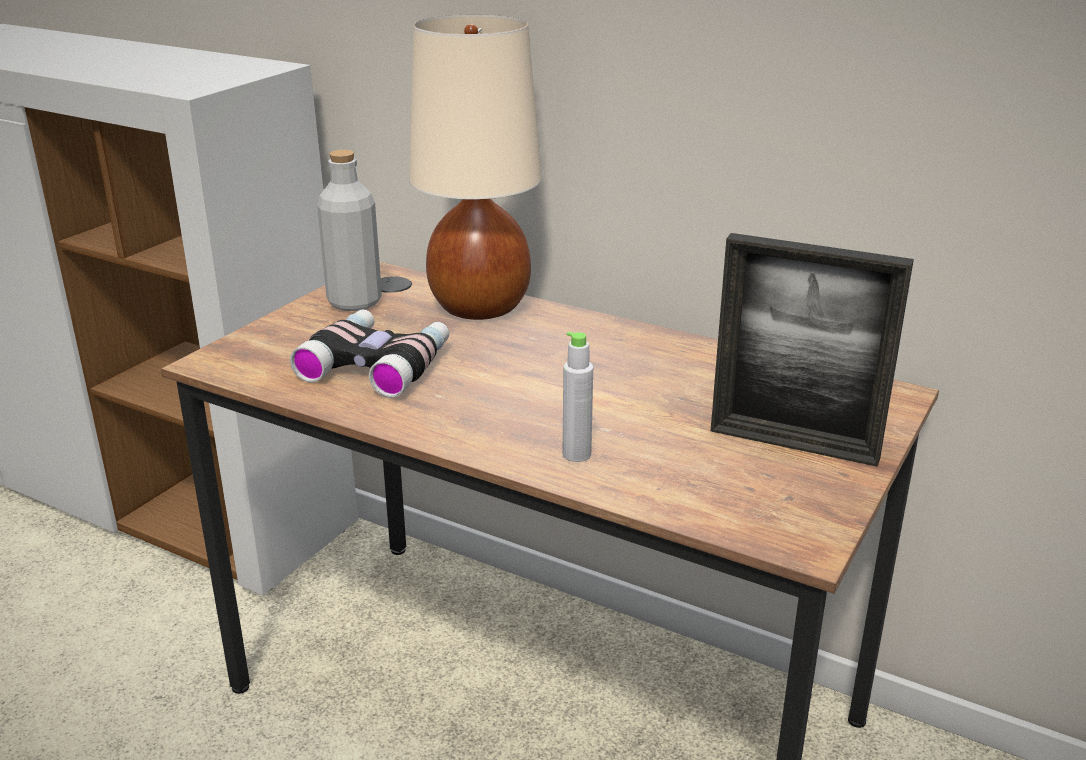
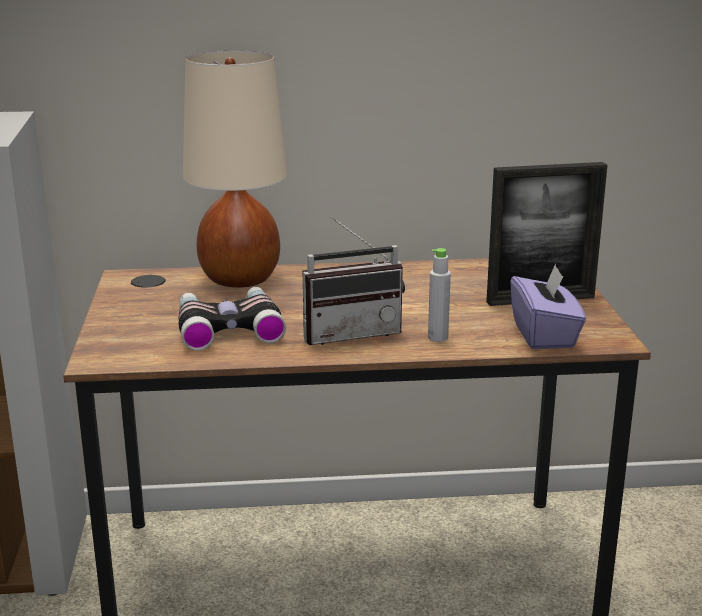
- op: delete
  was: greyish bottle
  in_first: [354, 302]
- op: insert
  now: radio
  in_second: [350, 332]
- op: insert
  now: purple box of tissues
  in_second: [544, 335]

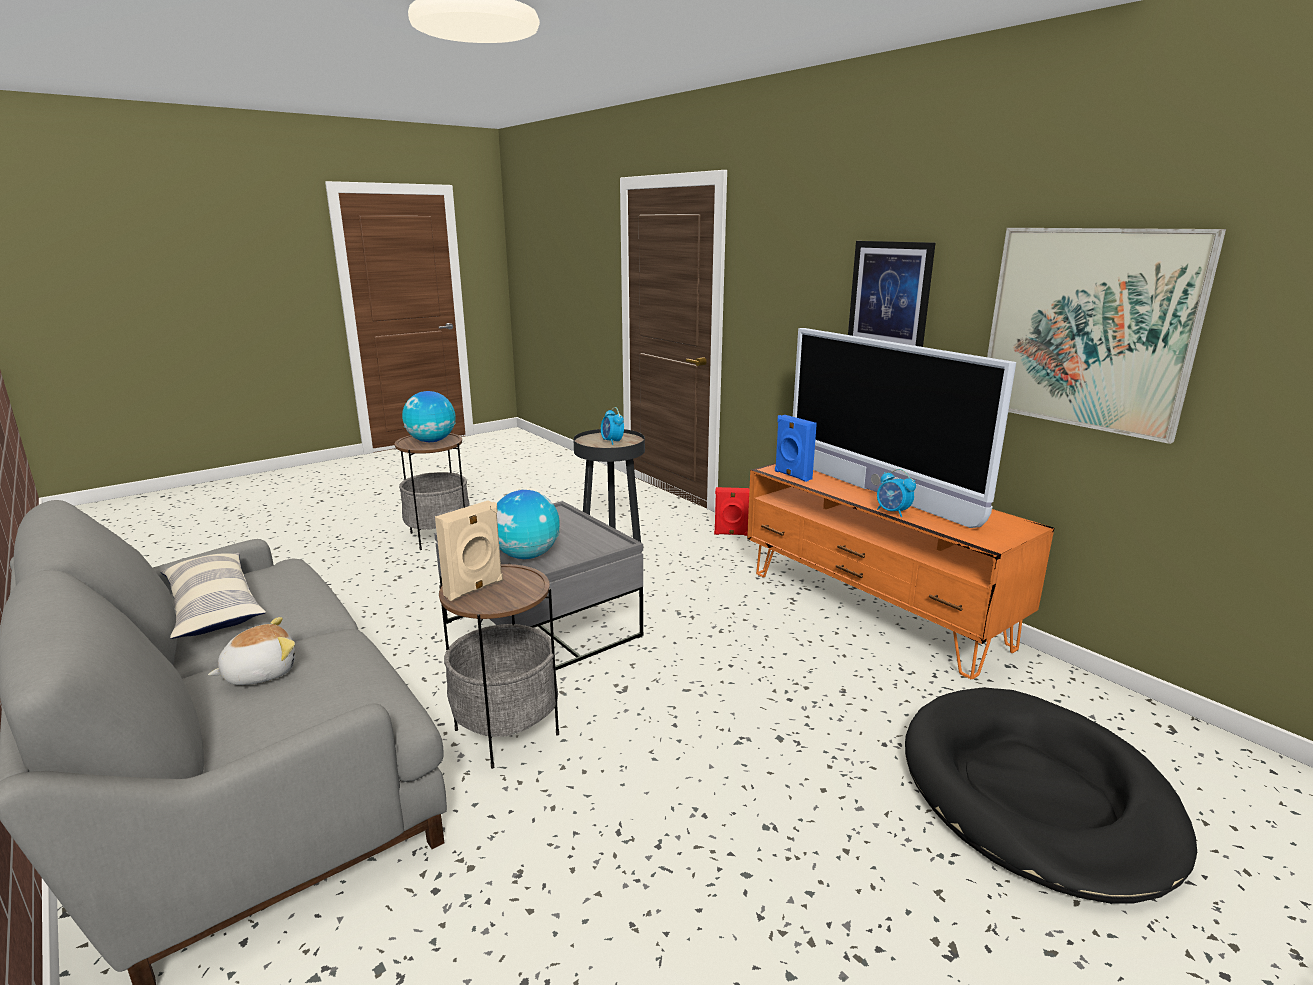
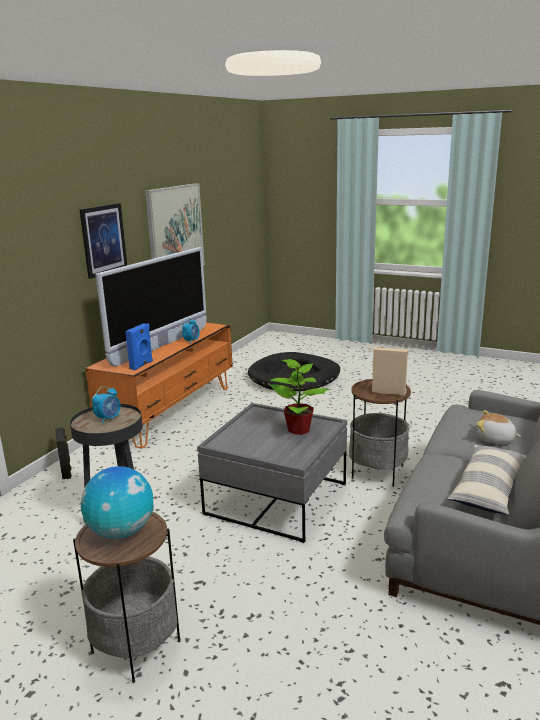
- op: replace
  was: globe
  now: plant in a pot
  in_first: [527, 555]
  in_second: [299, 430]
- op: recolor
  was: red speaker
  now: black-coloured speaker
  in_first: [731, 534]
  in_second: [66, 471]

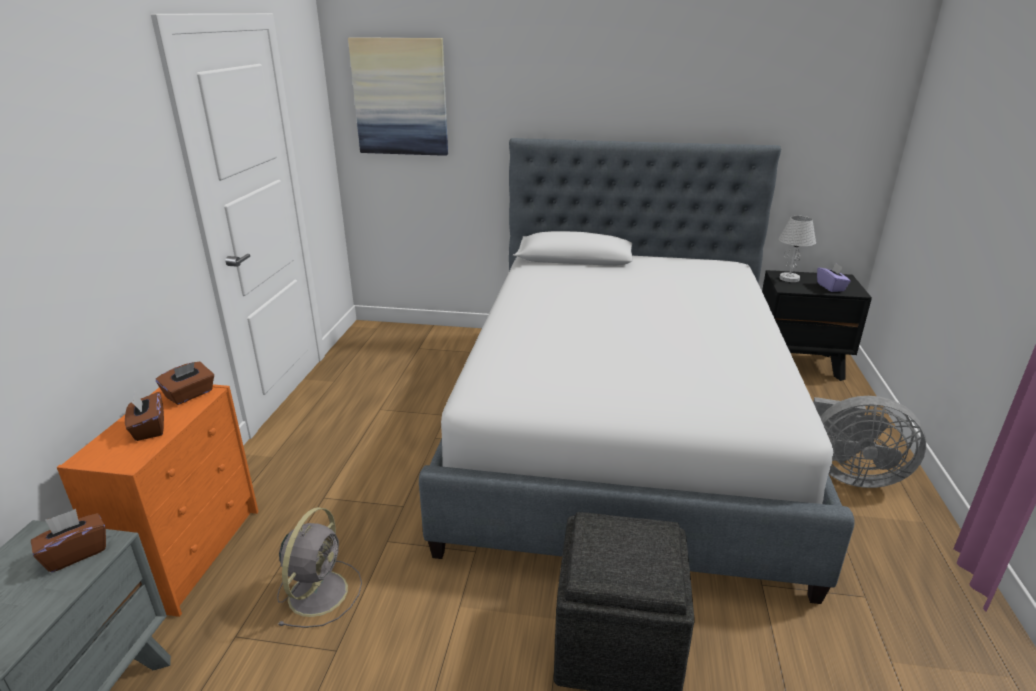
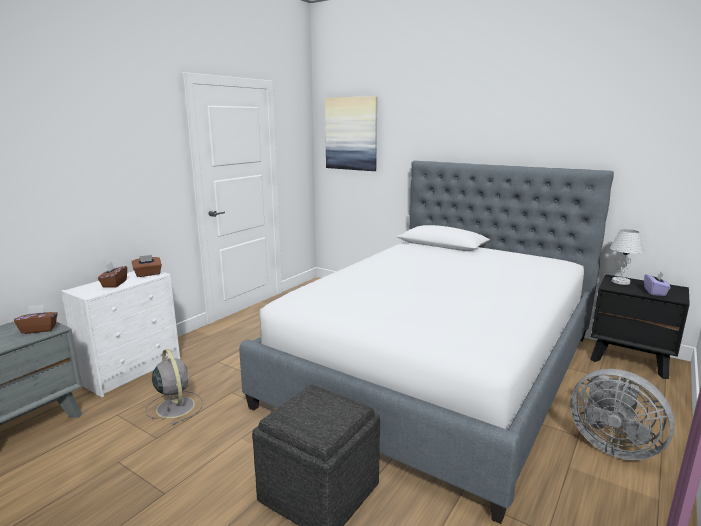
- op: recolor
  was: orange-coloured dresser
  now: white dresser
  in_first: [192, 553]
  in_second: [133, 370]
- op: rotate
  was: greyish electric fan
  in_first: [319, 591]
  in_second: [175, 406]
  clockwise: -75

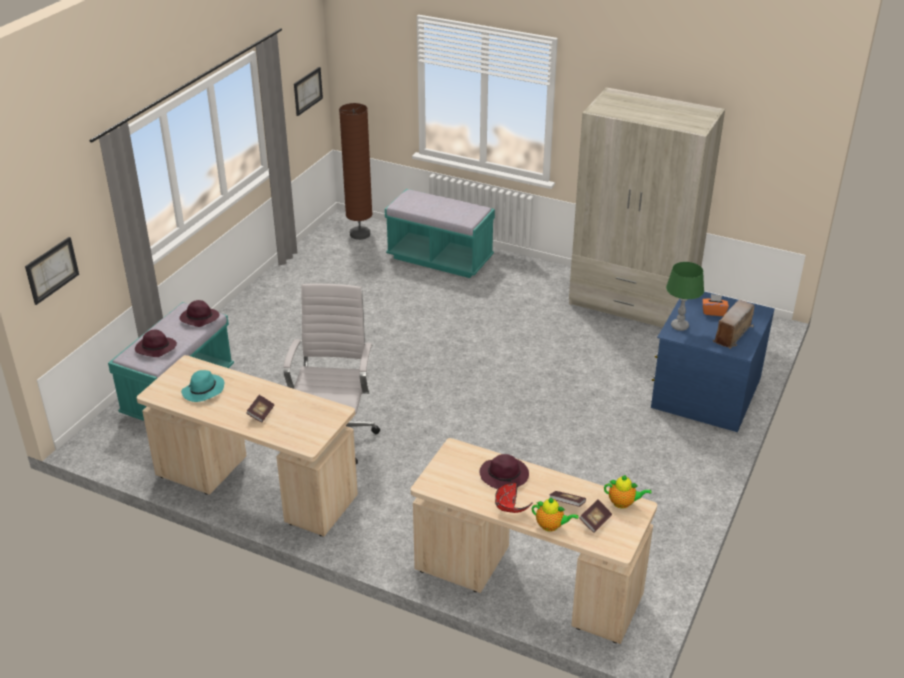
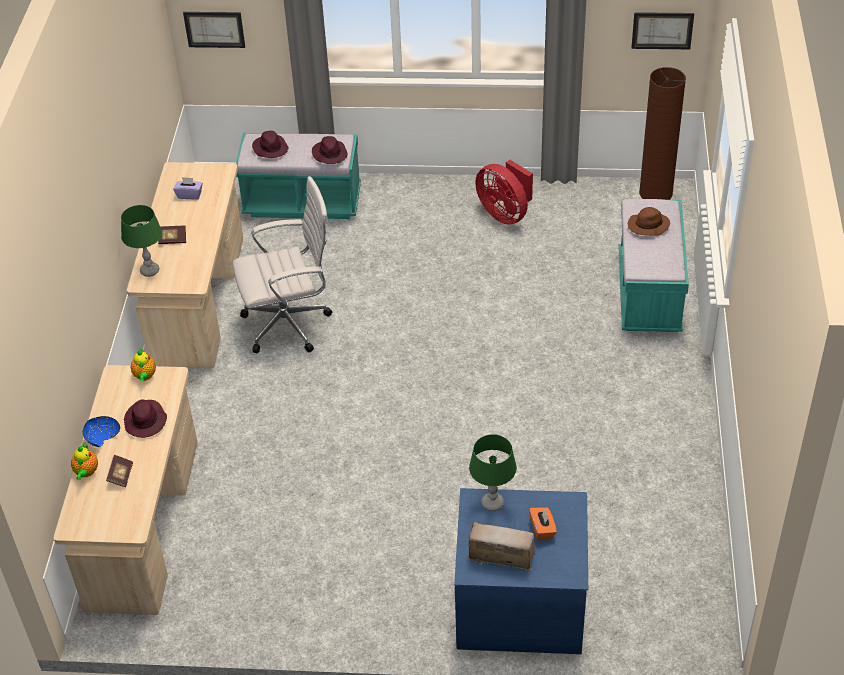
- op: replace
  was: turquoise clothing hat
  now: purple box of tissues
  in_first: [203, 391]
  in_second: [189, 195]
- op: recolor
  was: red deep dish
  now: bluish deep dish
  in_first: [510, 509]
  in_second: [101, 438]
- op: delete
  was: sand-coloured wardrobe
  in_first: [632, 303]
- op: delete
  was: book
  in_first: [595, 521]
- op: move
  was: tea pot
  in_first: [623, 503]
  in_second: [145, 376]
- op: insert
  now: green tabletop lamp
  in_second: [150, 270]
- op: insert
  now: red electric fan
  in_second: [505, 213]
- op: insert
  now: brownish clothing hat
  in_second: [647, 226]

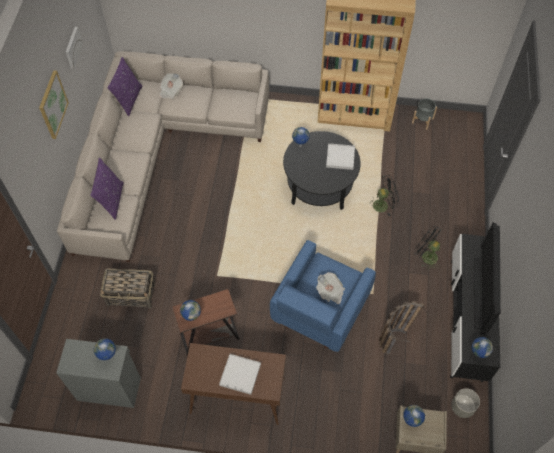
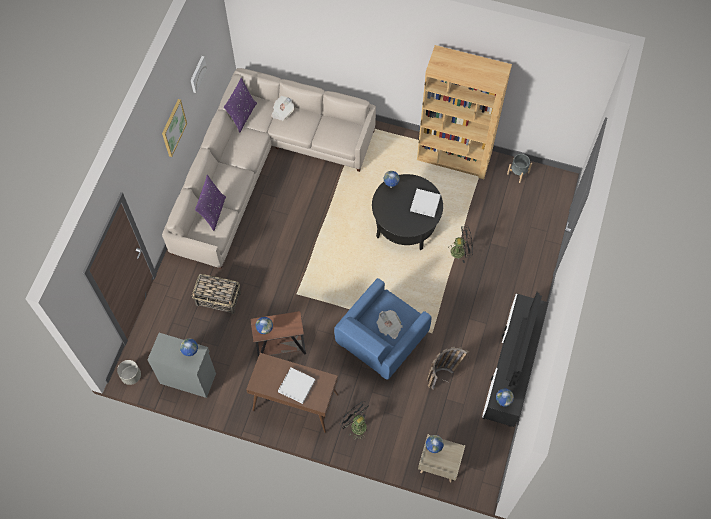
- op: move
  was: black-coloured electric fan
  in_first: [426, 256]
  in_second: [355, 425]
- op: move
  was: greyish plant pot
  in_first: [462, 407]
  in_second: [131, 376]

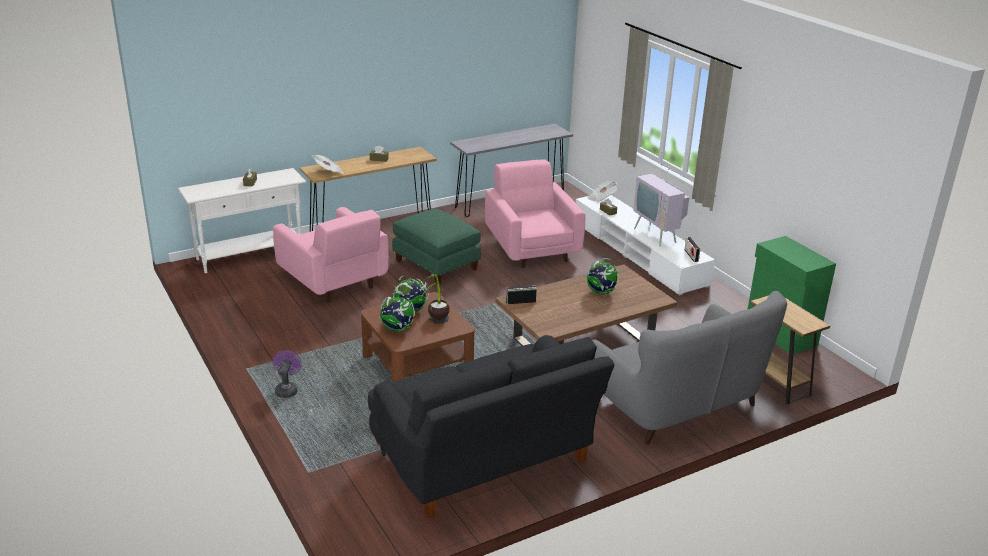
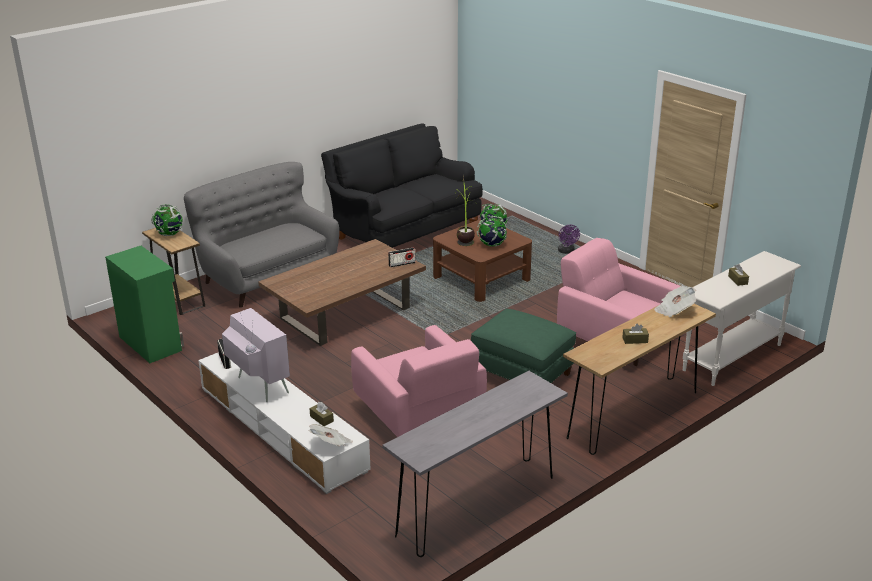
- op: move
  was: globe
  in_first: [601, 292]
  in_second: [169, 234]

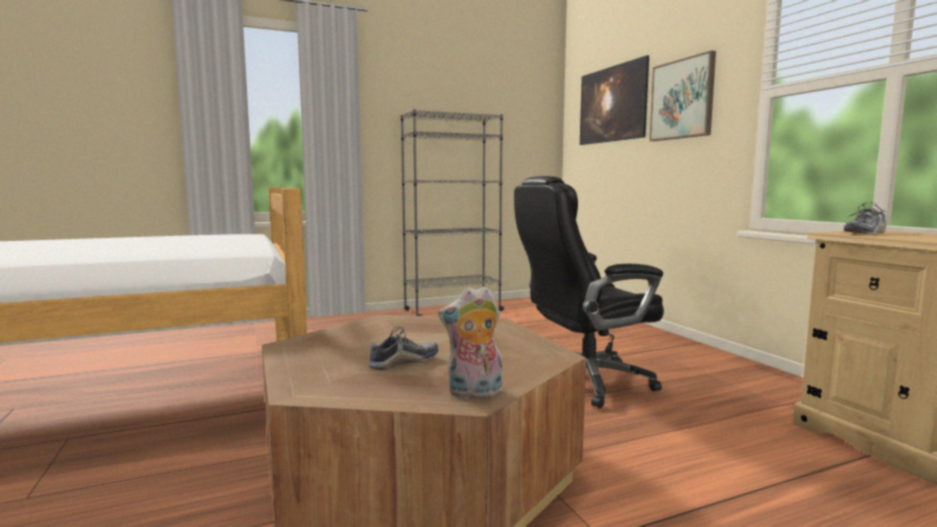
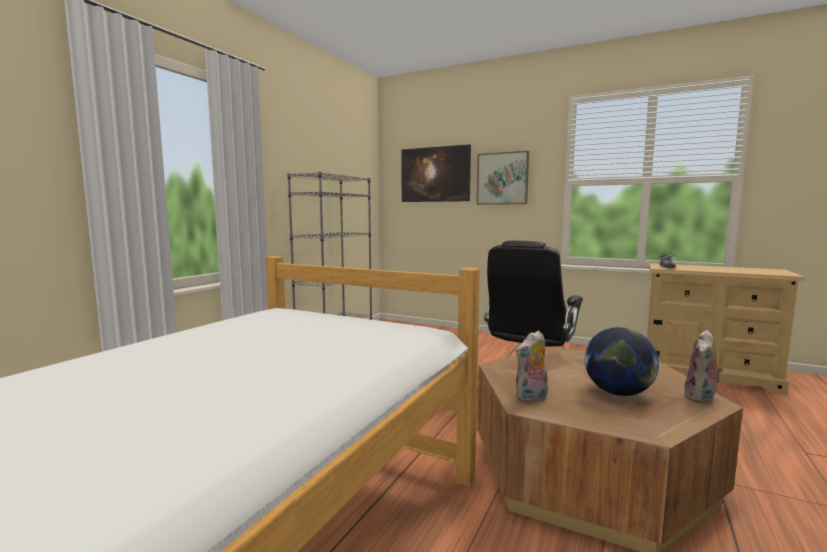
- op: replace
  was: shoe
  now: globe
  in_first: [404, 362]
  in_second: [618, 393]
- op: insert
  now: soft toy
  in_second: [532, 398]

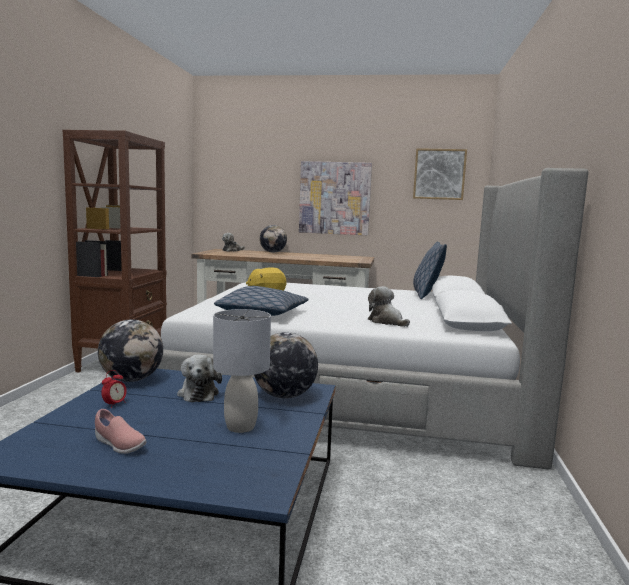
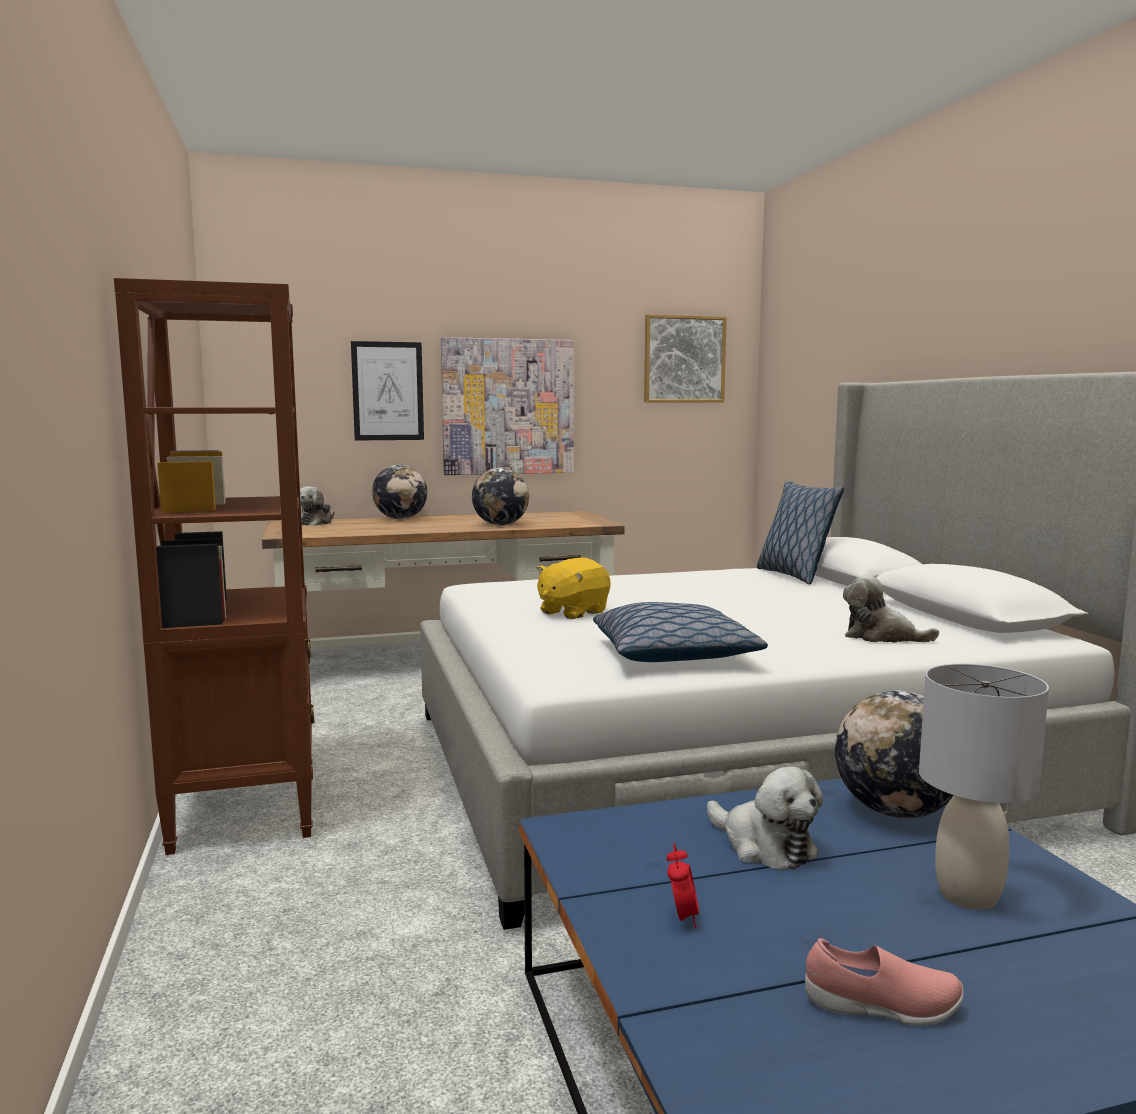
- op: move
  was: globe
  in_first: [132, 380]
  in_second: [500, 525]
- op: insert
  now: wall picture
  in_second: [388, 391]

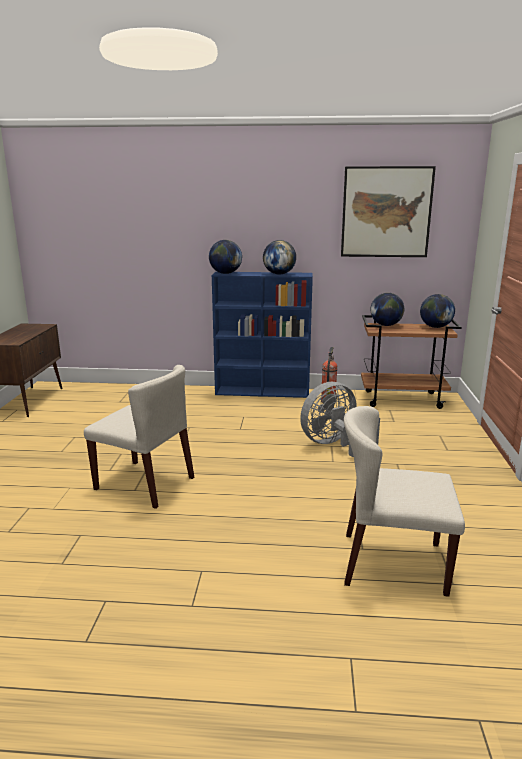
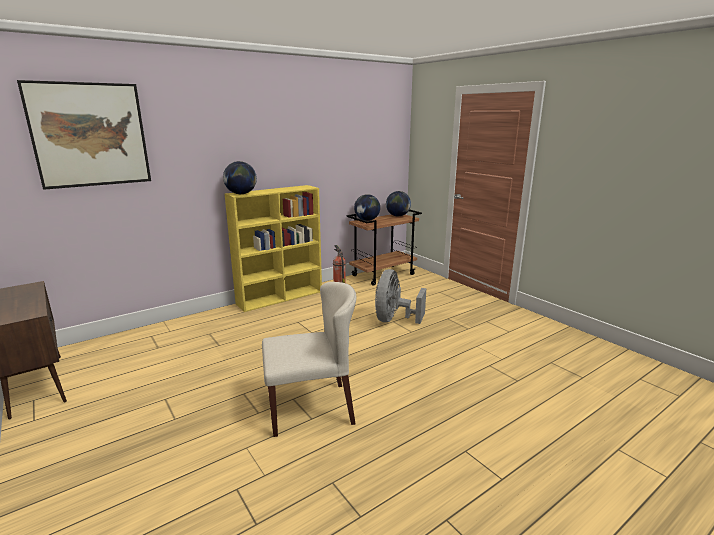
- op: recolor
  was: bluish bookshelf
  now: yellowish bookshelf
  in_first: [263, 392]
  in_second: [281, 297]
- op: delete
  was: globe
  in_first: [279, 274]
- op: move
  was: wall picture
  in_first: [386, 212]
  in_second: [90, 135]
- op: delete
  was: sand-coloured chair
  in_first: [392, 563]

